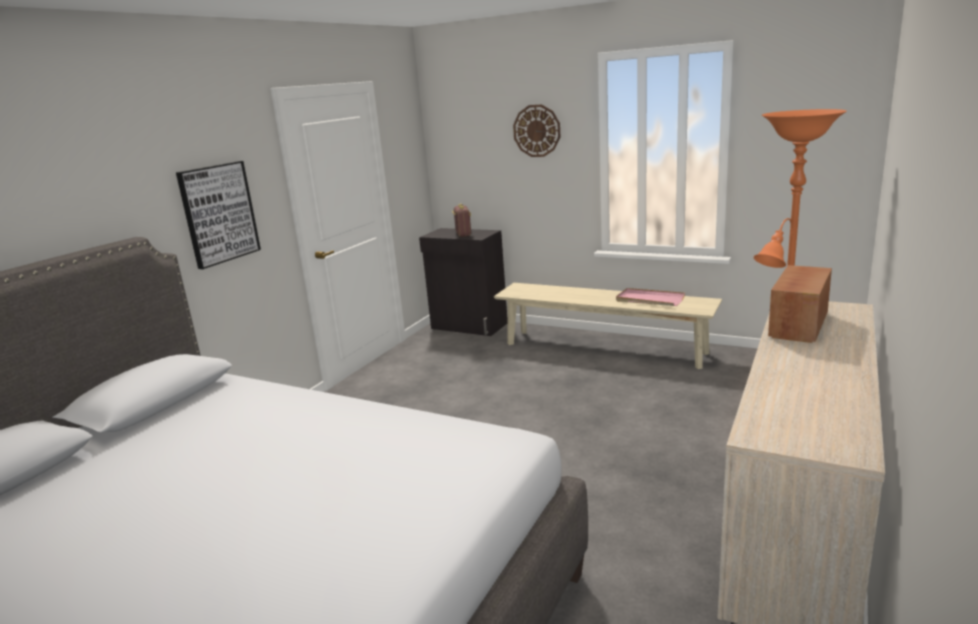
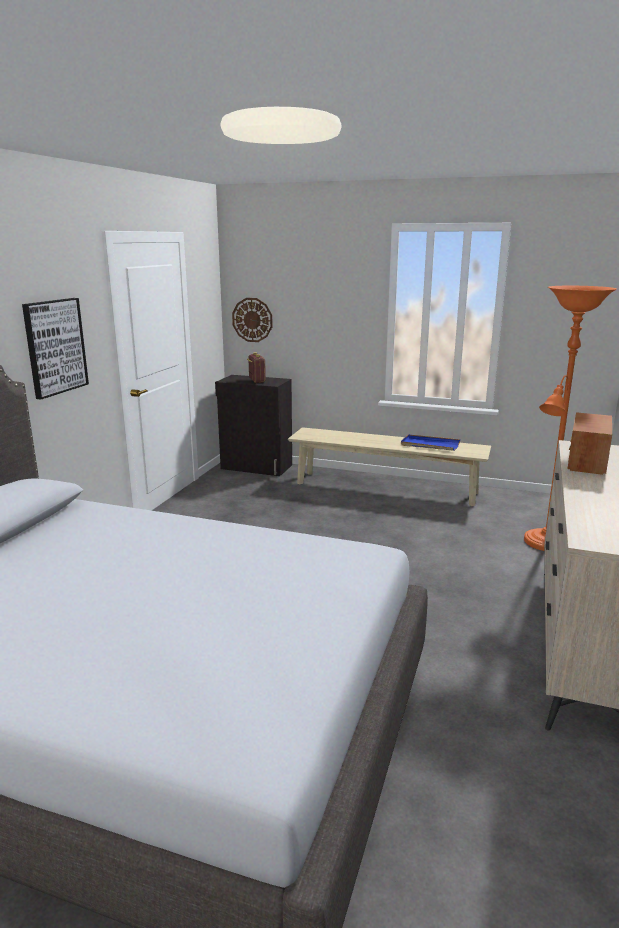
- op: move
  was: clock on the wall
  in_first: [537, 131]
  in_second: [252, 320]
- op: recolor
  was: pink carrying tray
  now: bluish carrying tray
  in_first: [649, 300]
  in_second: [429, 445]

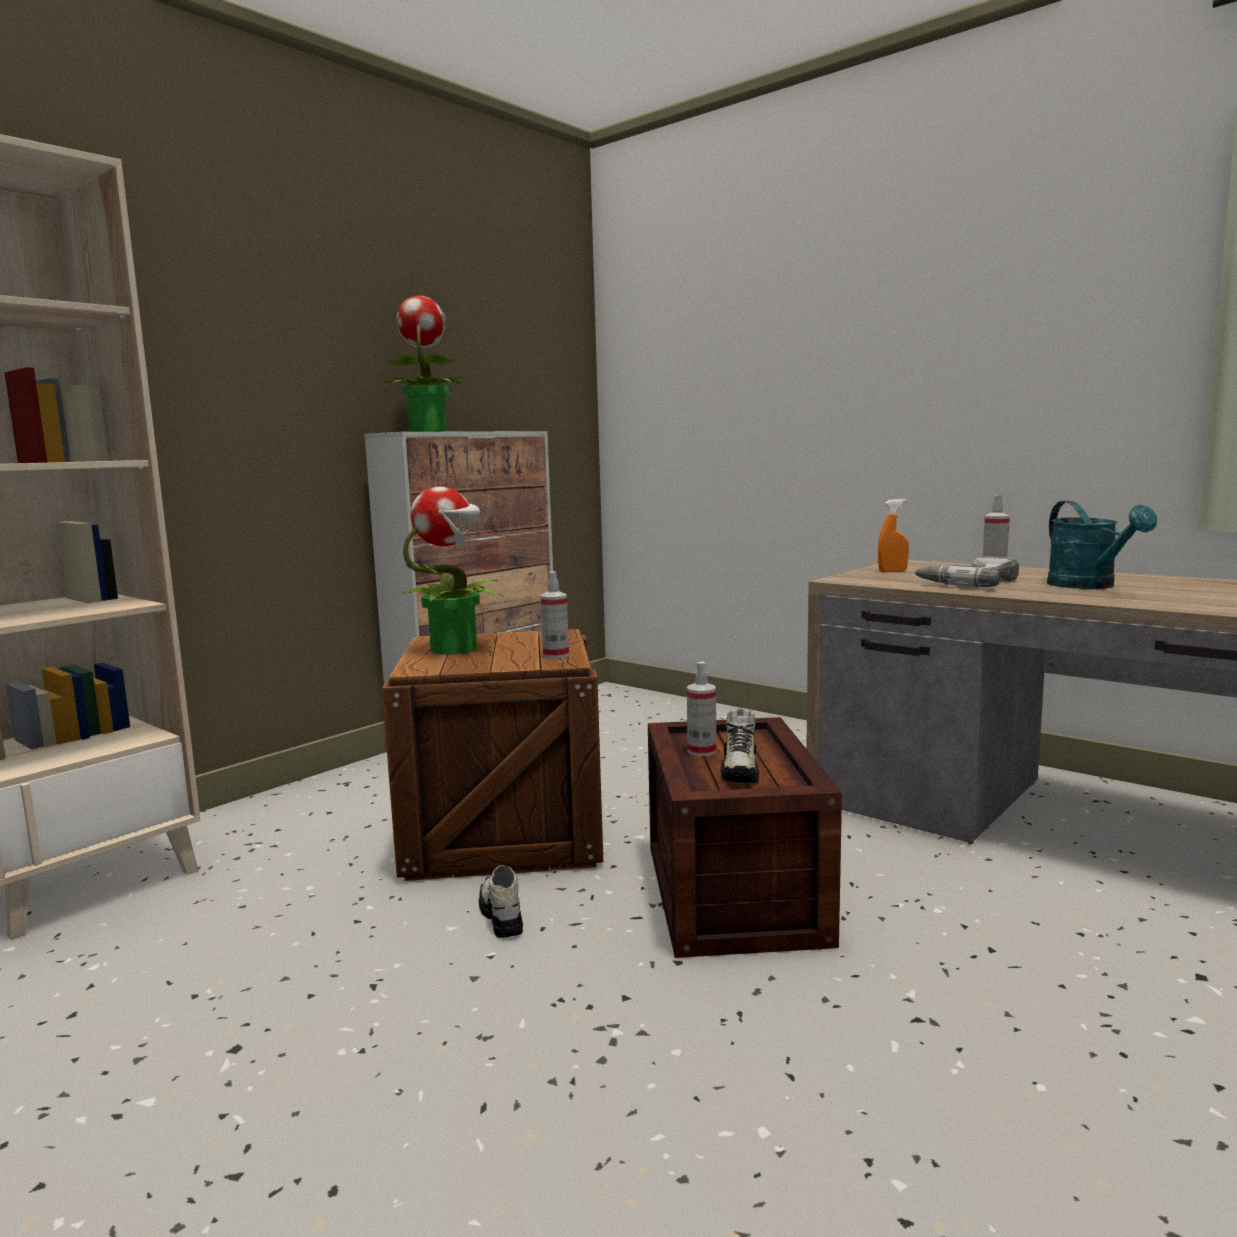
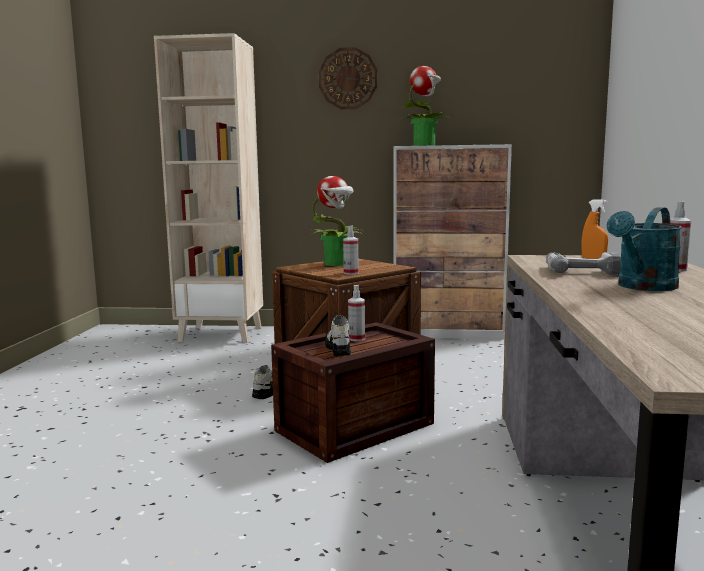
- op: rotate
  was: shoe
  in_first: [740, 771]
  in_second: [338, 349]
  clockwise: 105
- op: insert
  now: clock on the wall
  in_second: [348, 78]

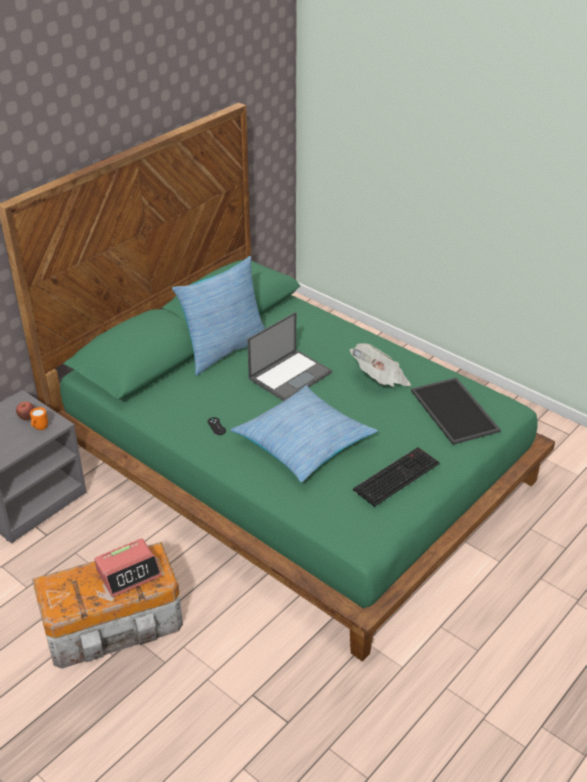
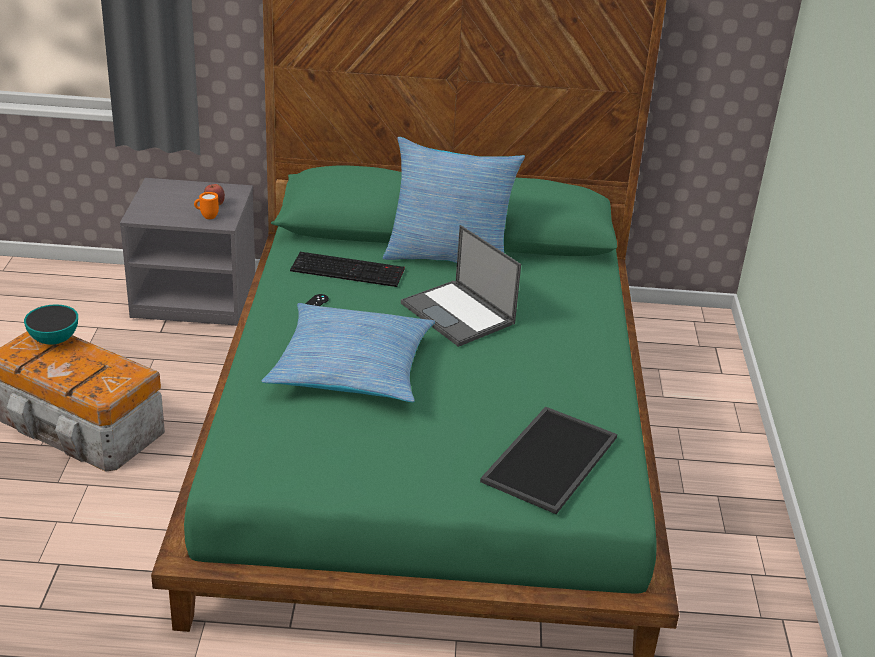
- op: delete
  was: alarm clock
  in_first: [129, 573]
- op: rotate
  was: portable computer
  in_first: [290, 375]
  in_second: [459, 314]
  clockwise: 45
- op: delete
  was: daily paper
  in_first: [380, 379]
- op: move
  was: keyboard
  in_first: [396, 475]
  in_second: [349, 269]
- op: insert
  now: deep dish
  in_second: [54, 340]

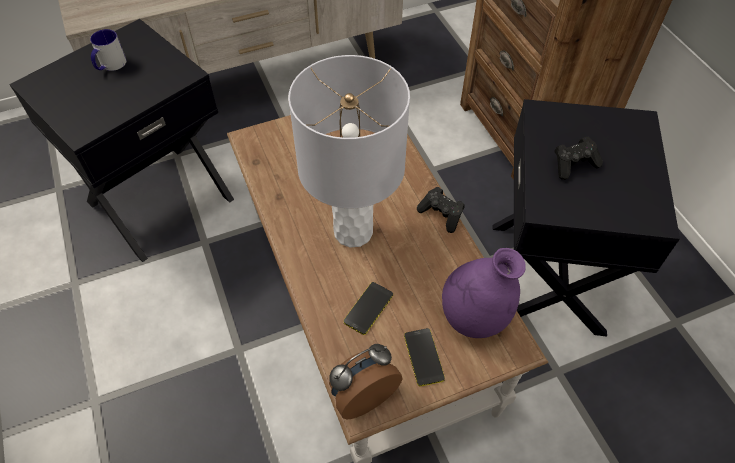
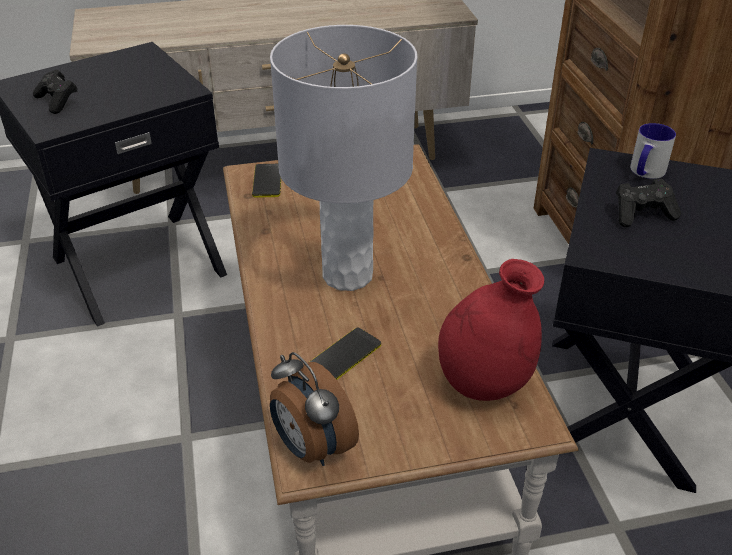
- op: move
  was: mug
  in_first: [110, 65]
  in_second: [645, 172]
- op: rotate
  was: alarm clock
  in_first: [362, 395]
  in_second: [311, 447]
  clockwise: -105
- op: move
  was: handset
  in_first: [423, 357]
  in_second: [267, 181]
- op: move
  was: black-coloured joypad
  in_first: [441, 215]
  in_second: [58, 101]
- op: recolor
  was: purple flower vase
  now: red flower vase
  in_first: [474, 318]
  in_second: [484, 383]

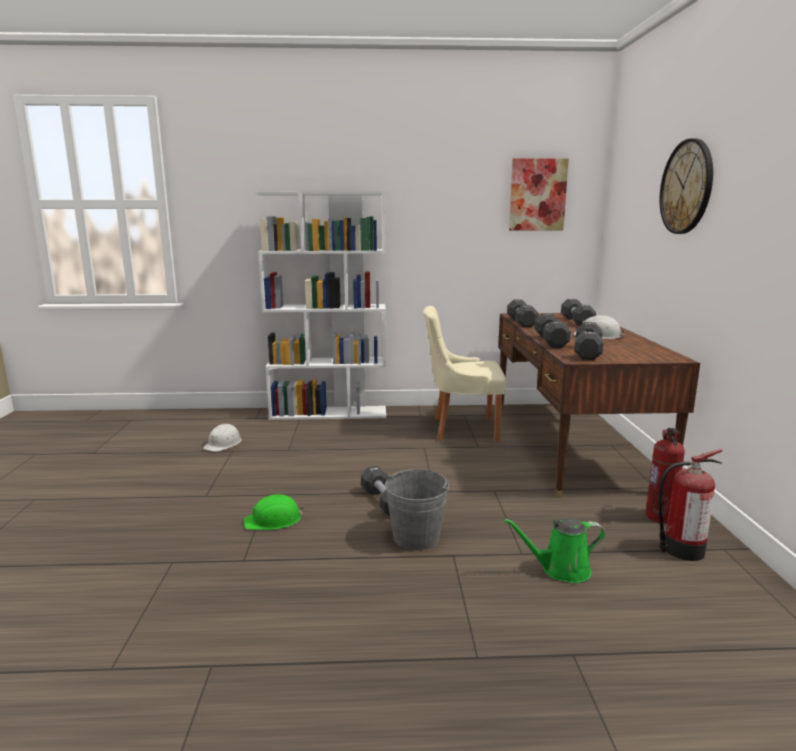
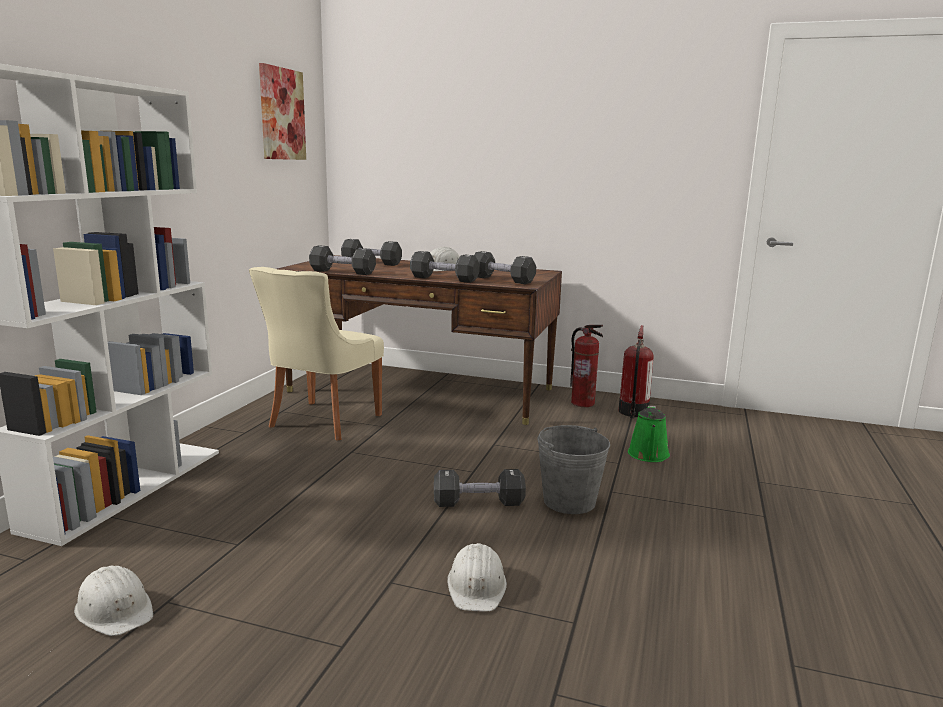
- op: recolor
  was: green safety helmet
  now: white safety helmet
  in_first: [273, 520]
  in_second: [477, 586]
- op: delete
  was: clock on the wall
  in_first: [686, 187]

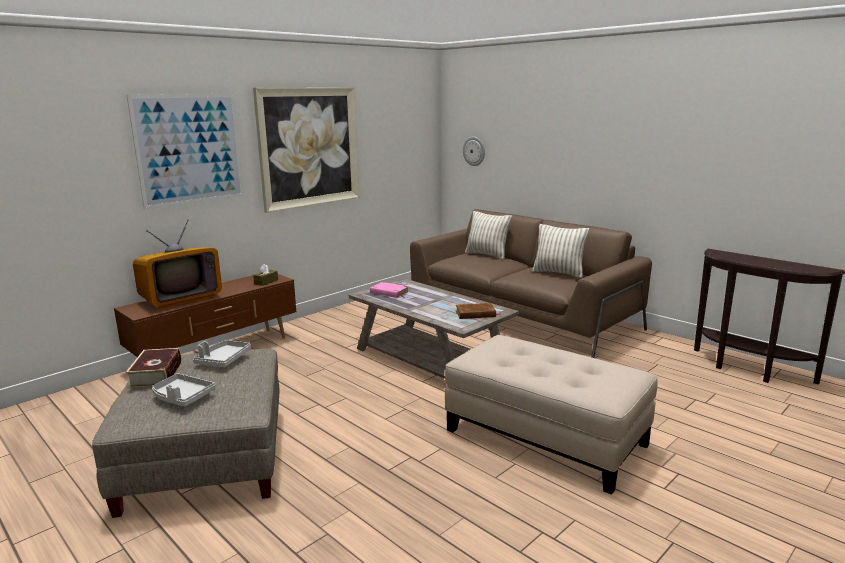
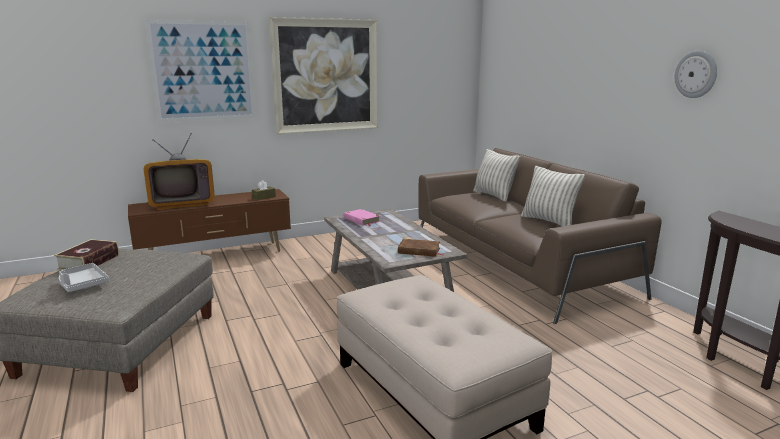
- op: delete
  was: greyish carrying tray
  in_first: [223, 360]
- op: move
  was: clock on the wall
  in_first: [474, 151]
  in_second: [696, 74]

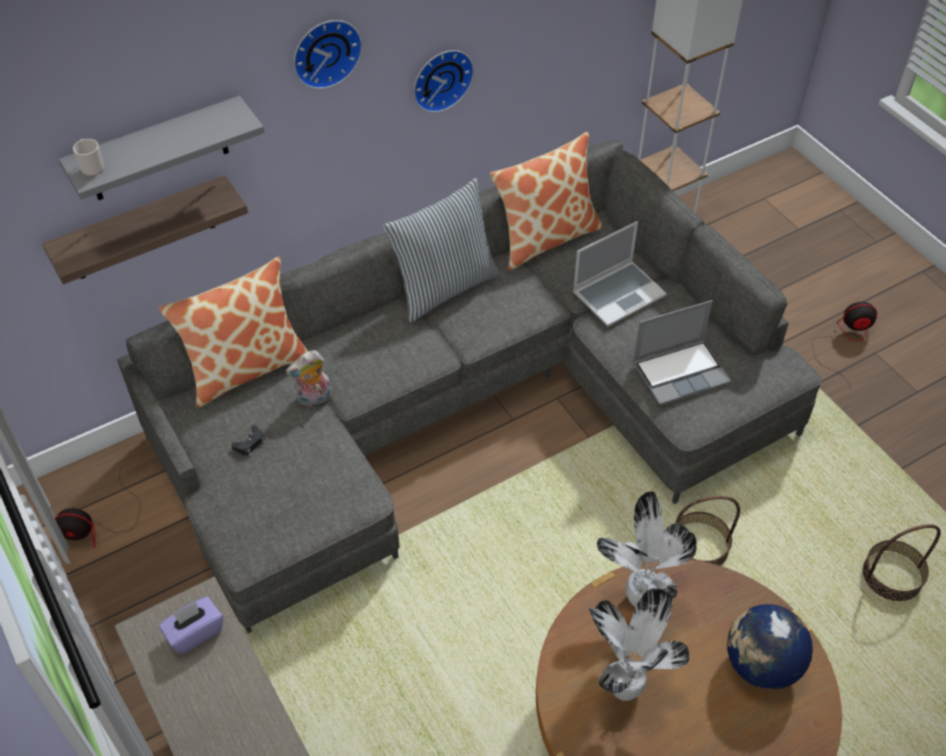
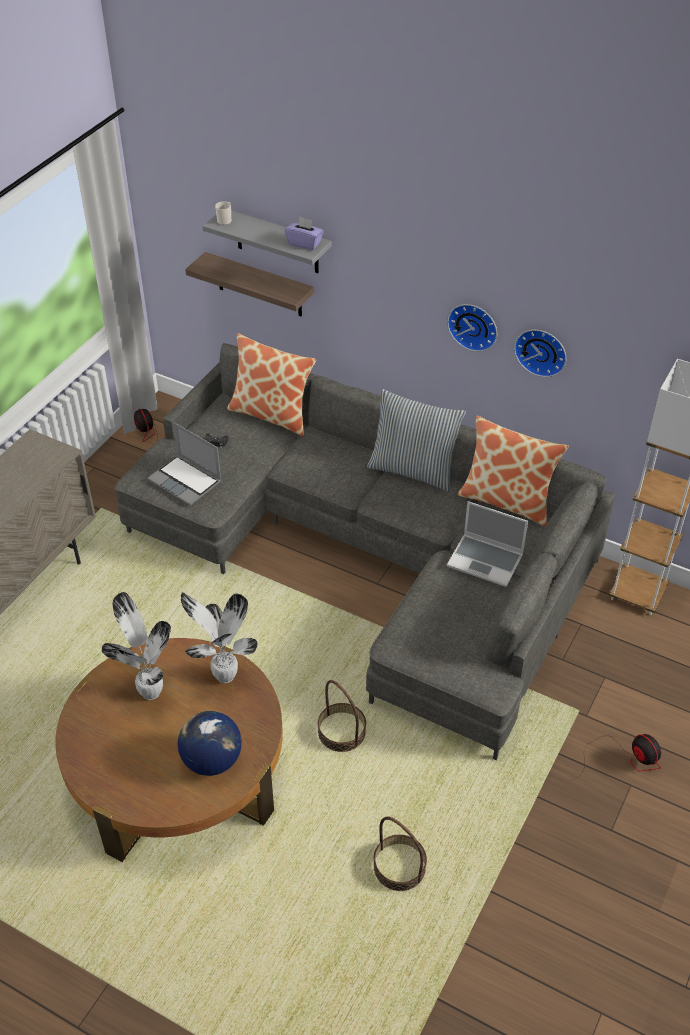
- op: move
  was: purple box of tissues
  in_first: [195, 632]
  in_second: [304, 243]
- op: delete
  was: soft toy
  in_first: [314, 399]
- op: move
  was: clock on the wall
  in_first: [325, 51]
  in_second: [541, 351]
- op: move
  was: portable computer
  in_first: [681, 372]
  in_second: [186, 481]

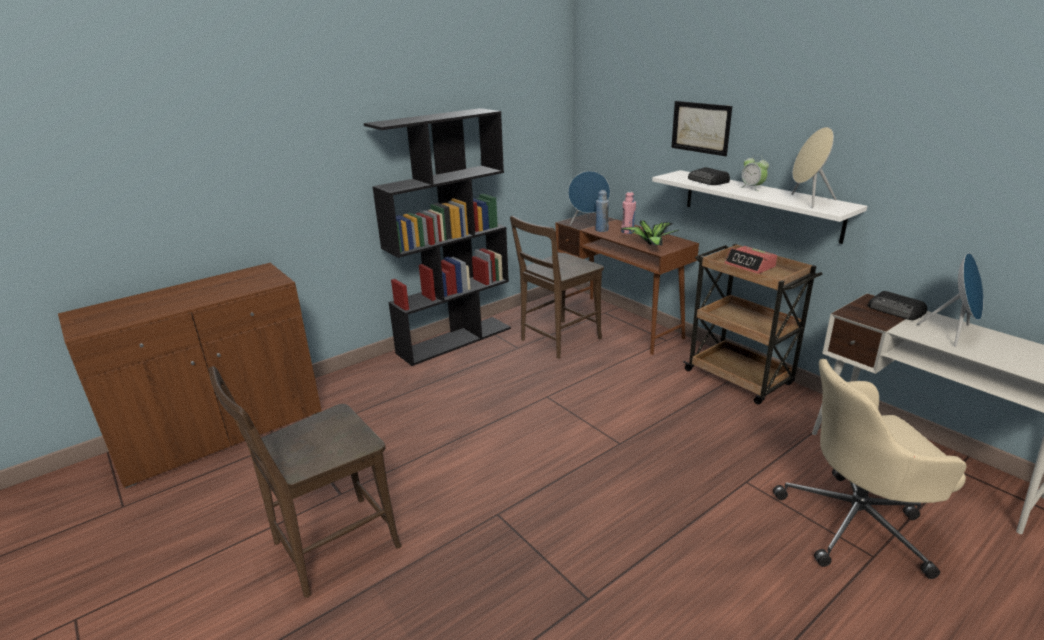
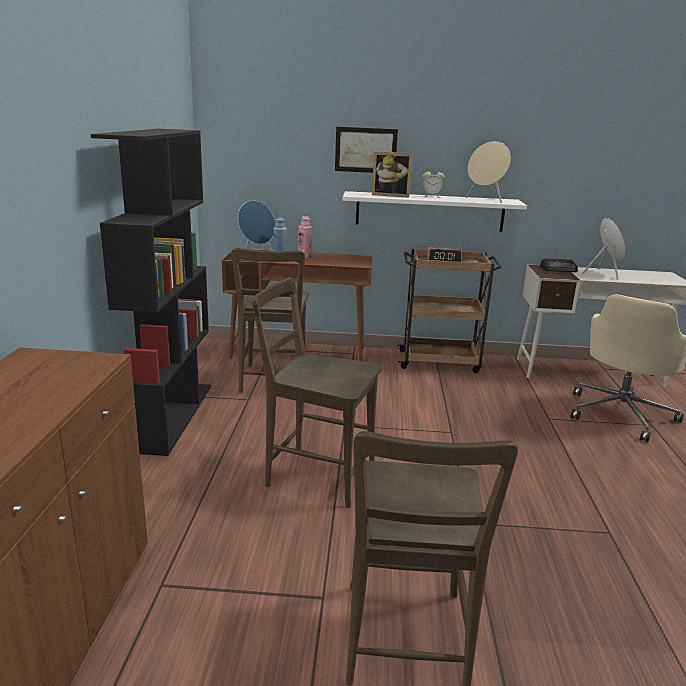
- op: delete
  was: plant in a pot
  in_first: [650, 243]
- op: replace
  was: radio
  now: photo frame
  in_first: [708, 181]
  in_second: [390, 195]
- op: insert
  now: brownish chair
  in_second: [315, 473]

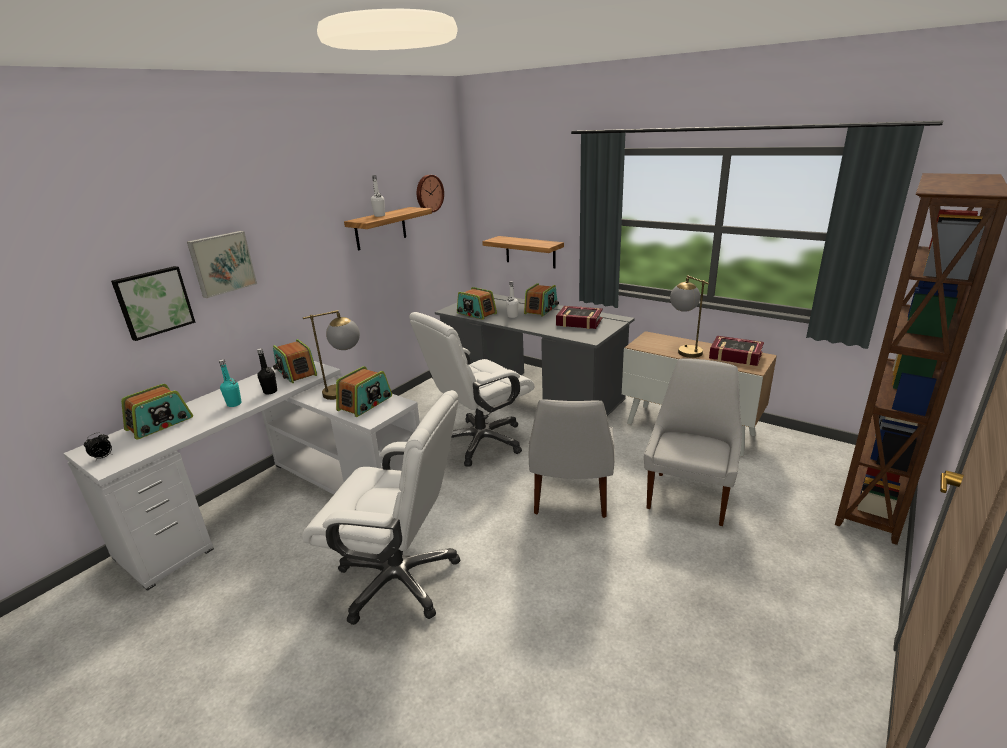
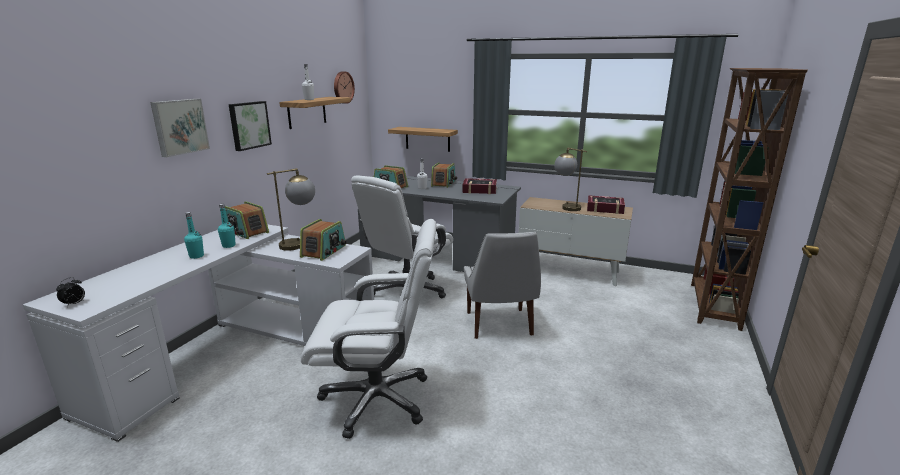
- op: move
  was: wall picture
  in_first: [153, 302]
  in_second: [249, 125]
- op: delete
  was: radio
  in_first: [160, 424]
- op: recolor
  was: black-coloured bottle
  now: turquoise bottle
  in_first: [270, 391]
  in_second: [229, 245]
- op: delete
  was: white chair
  in_first: [689, 496]

